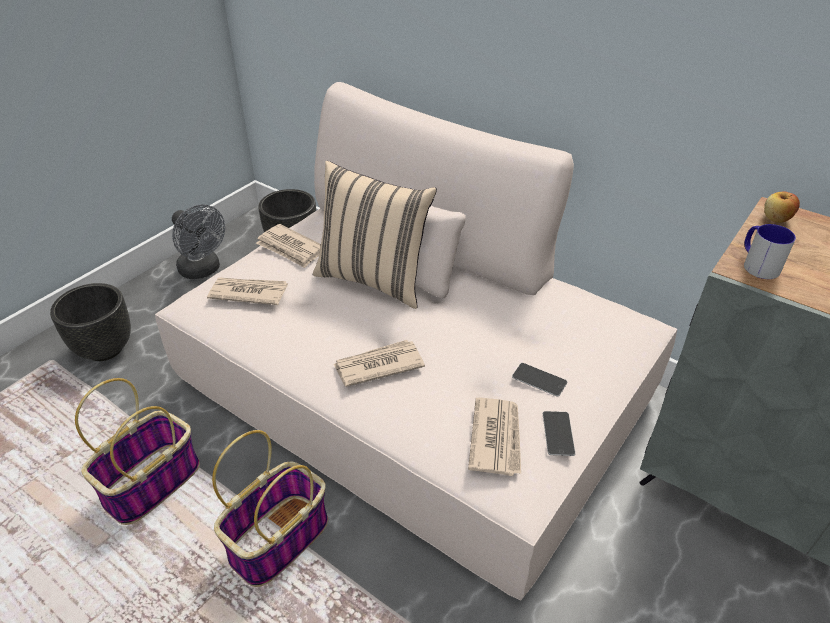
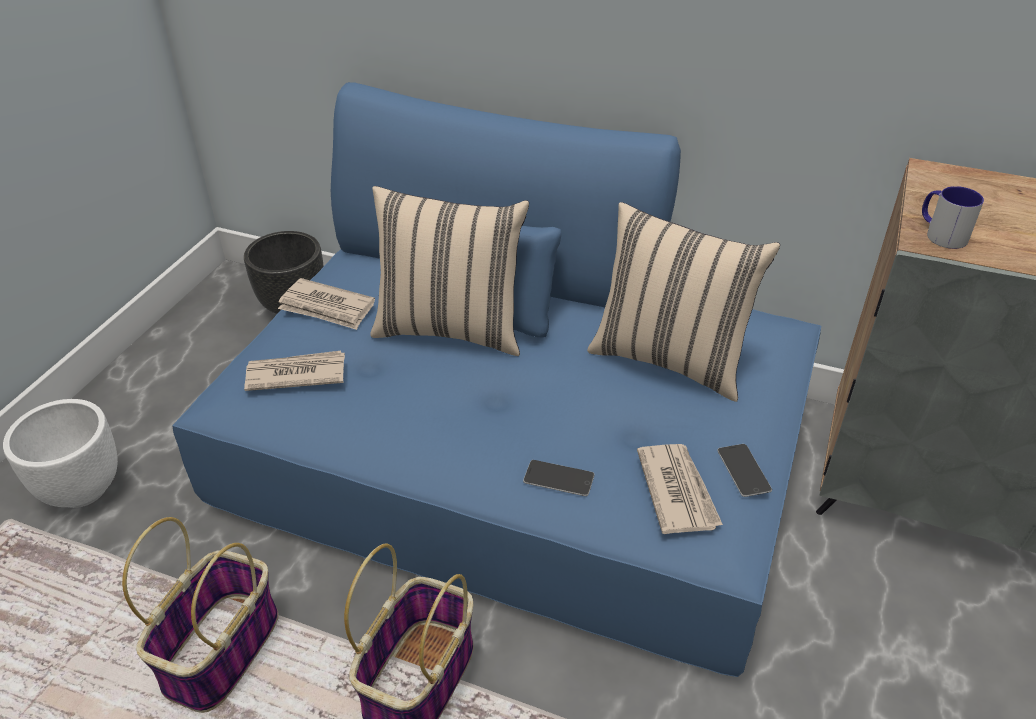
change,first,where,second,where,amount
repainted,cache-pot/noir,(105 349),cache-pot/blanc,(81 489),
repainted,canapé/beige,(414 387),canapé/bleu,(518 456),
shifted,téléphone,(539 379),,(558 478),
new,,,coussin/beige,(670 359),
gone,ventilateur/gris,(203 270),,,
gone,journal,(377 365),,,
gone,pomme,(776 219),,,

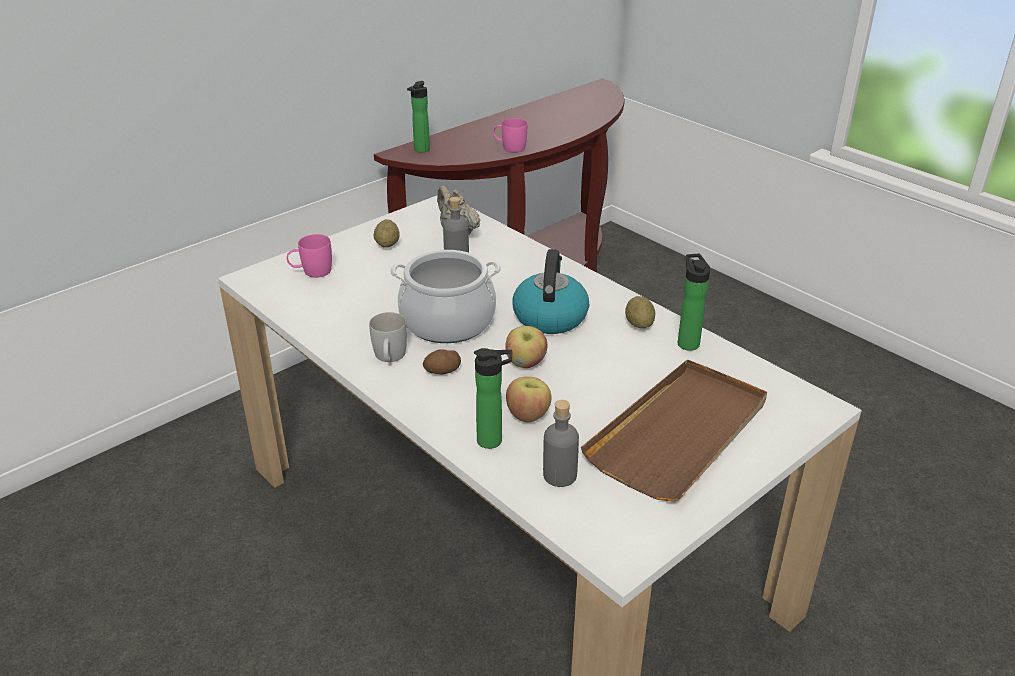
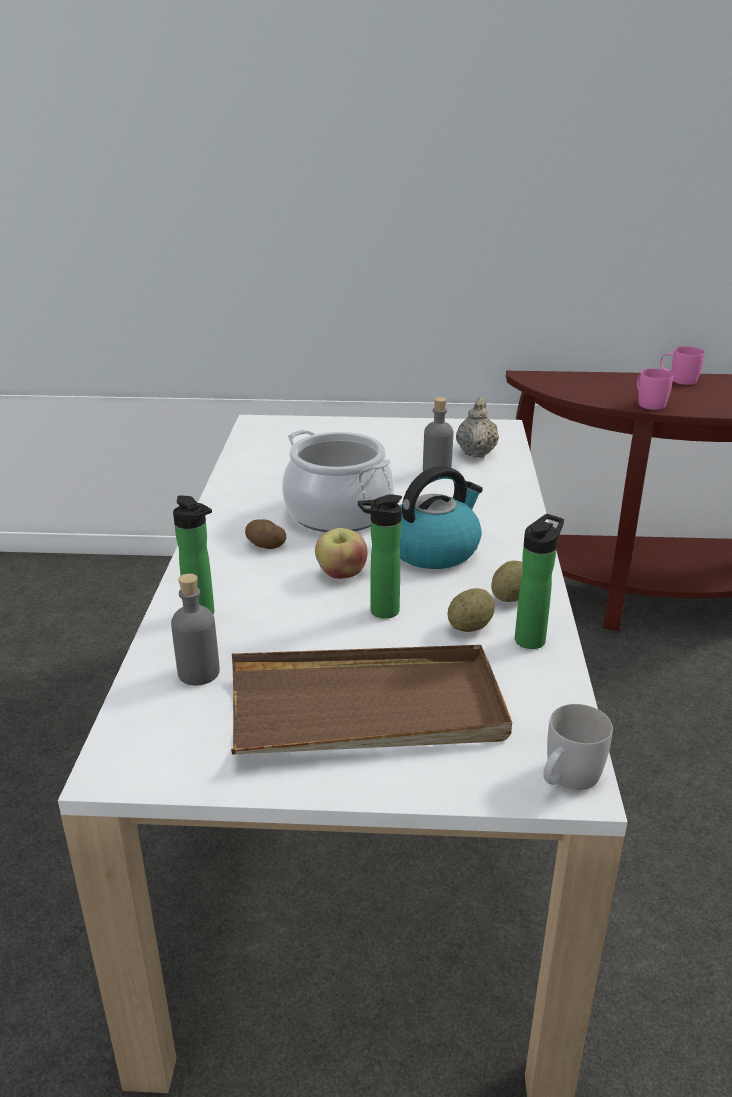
change,first,where,second,where,amount
shifted,bouteille,(420 150),,(380 612),
shifted,pomme de terre,(387 244),,(470 626),
shifted,mug/blanc,(389 358),,(567 779),
shifted,mug/rose,(311 272),,(678 379),
gone,pomme,(528 415),,,

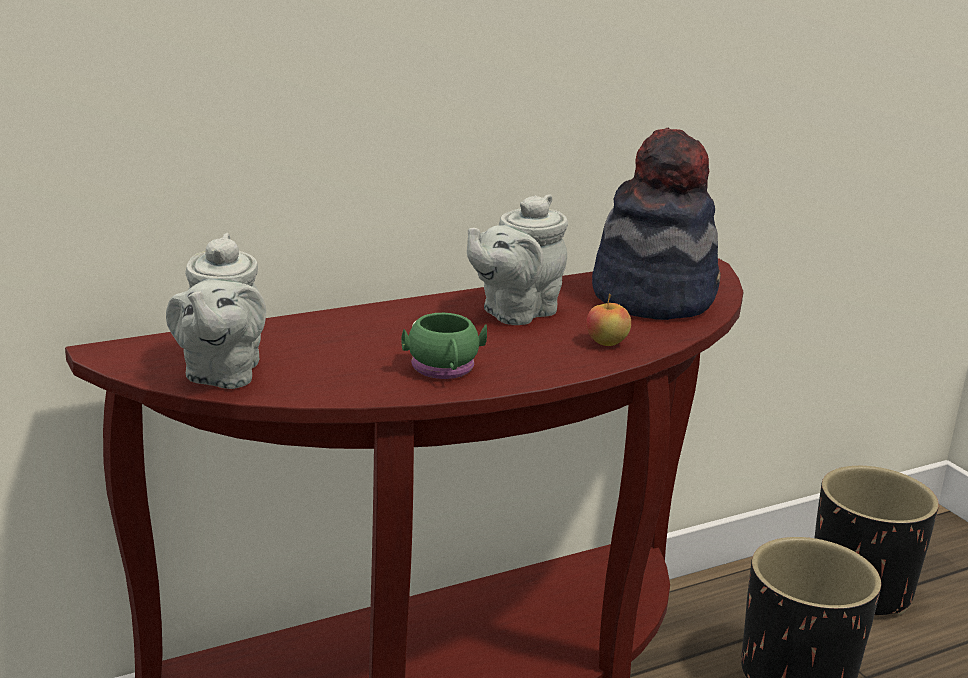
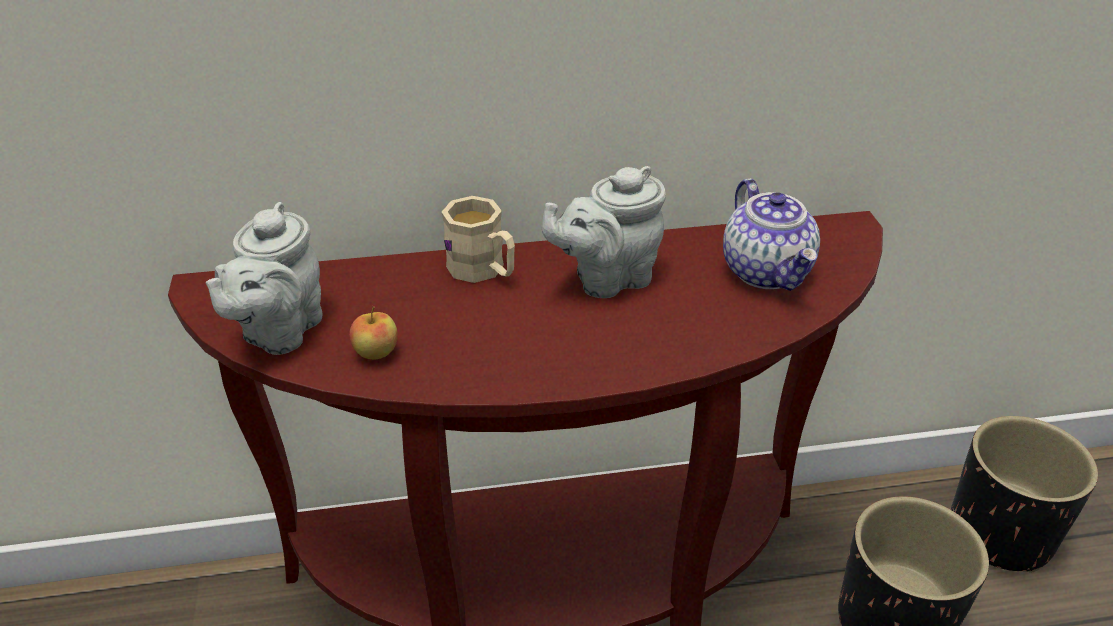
change,first,where,second,where,amount
shifted,pomme,(606 343),,(376 353),
new,,,mug/beige,(484 271),
swapped,chapeau,(653 297),théière,(768 272),
gone,mug/vert,(444 370),,,

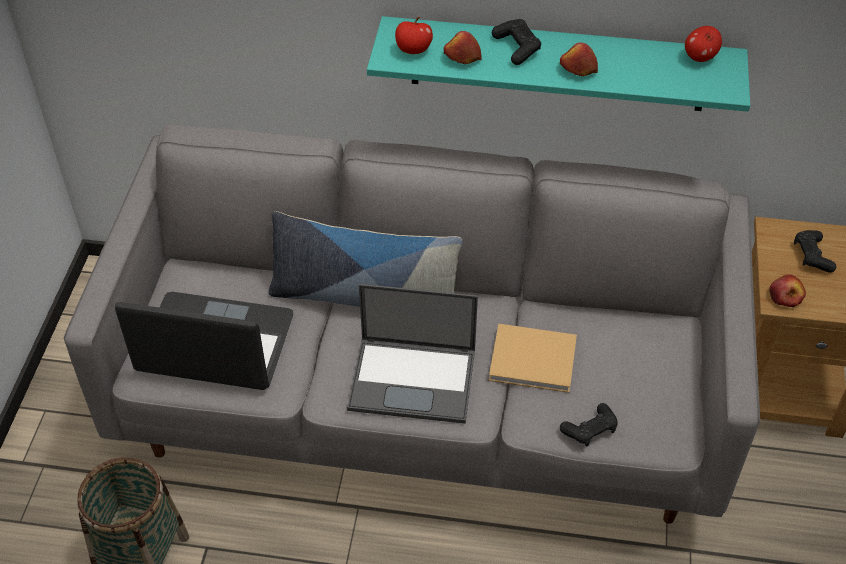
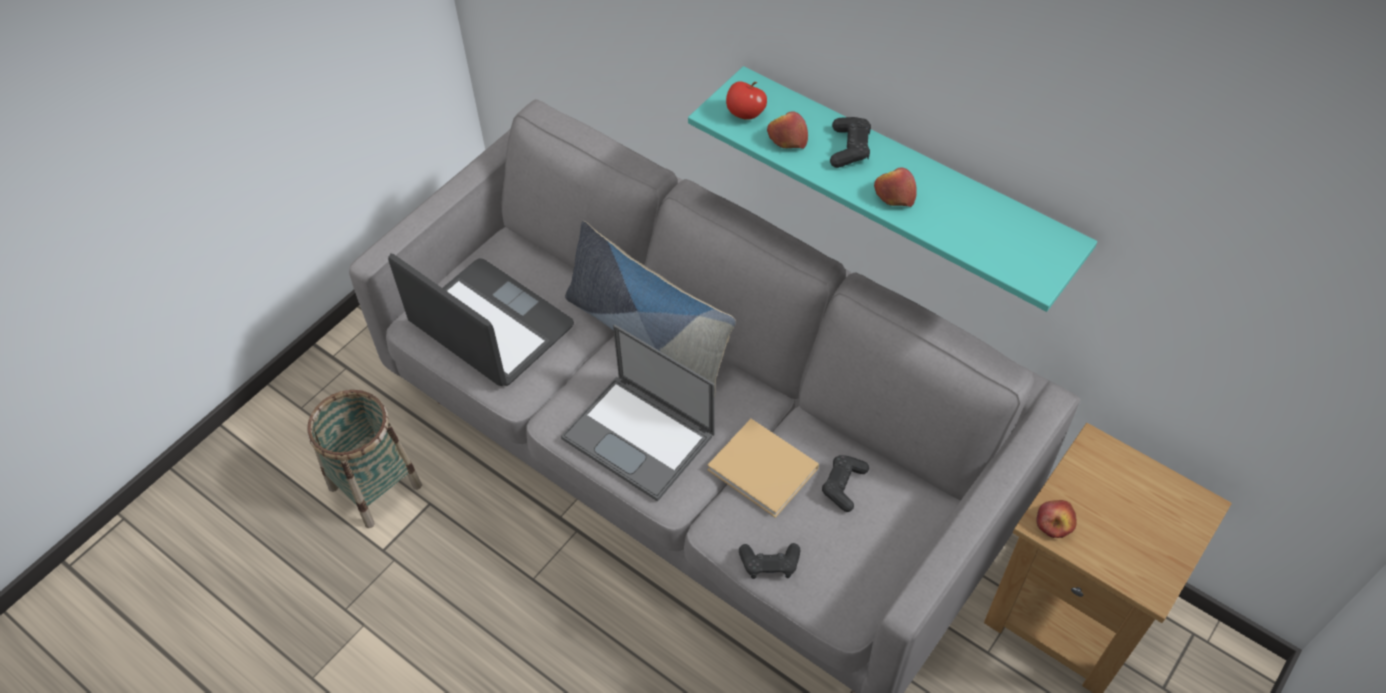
change,first,where,second,where,amount
shifted,manette/noir,(812 256),,(843 485),
gone,pomme,(699 57),,,

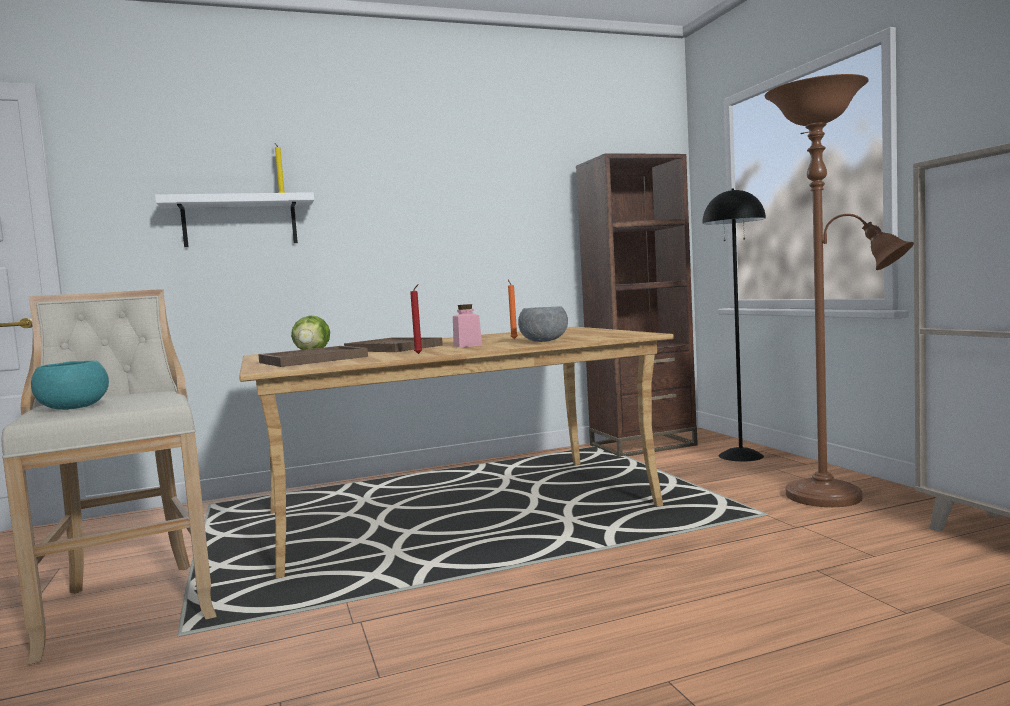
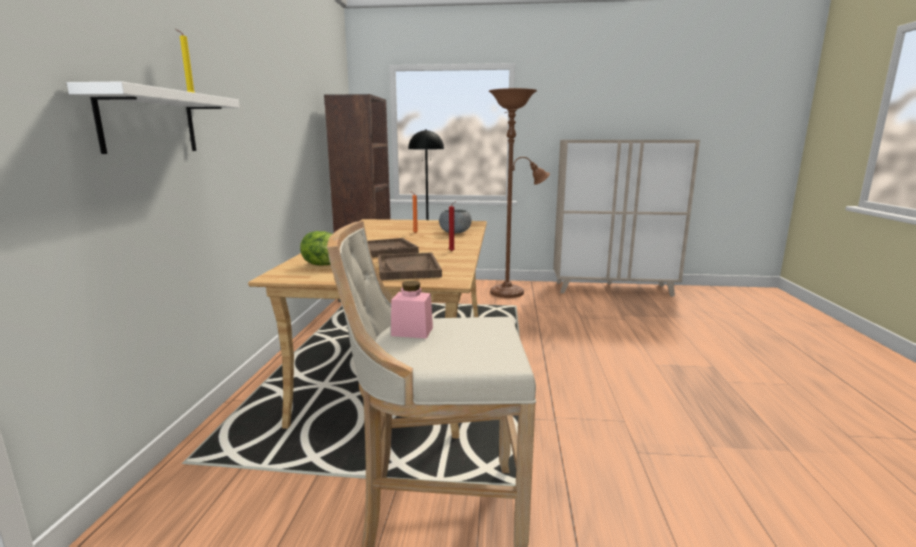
change,first,where,second,where,amount
shifted,bocal/rose,(467 345),,(412 331),
gone,bol/turquoise,(73 408),,,

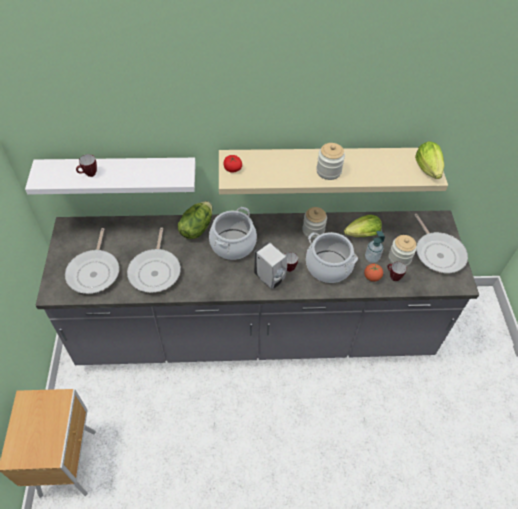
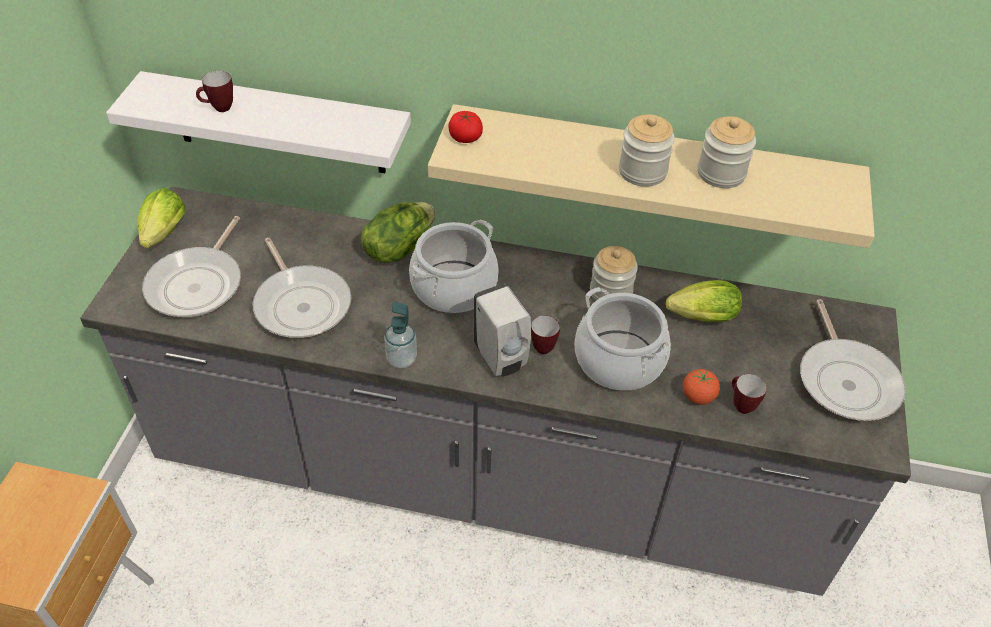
change,first,where,second,where,amount
shifted,laitue,(428 171),,(163 236),
rotated,poêle,(155 270),,(301 303),45 degrees counterclockwise
shifted,distributeur de savon,(372 258),,(401 359),
shifted,bocal,(399 258),,(721 173),

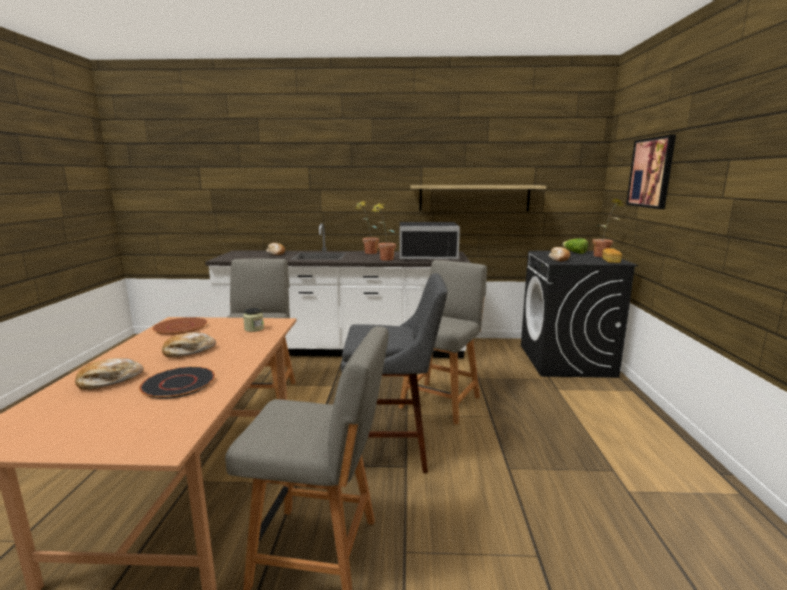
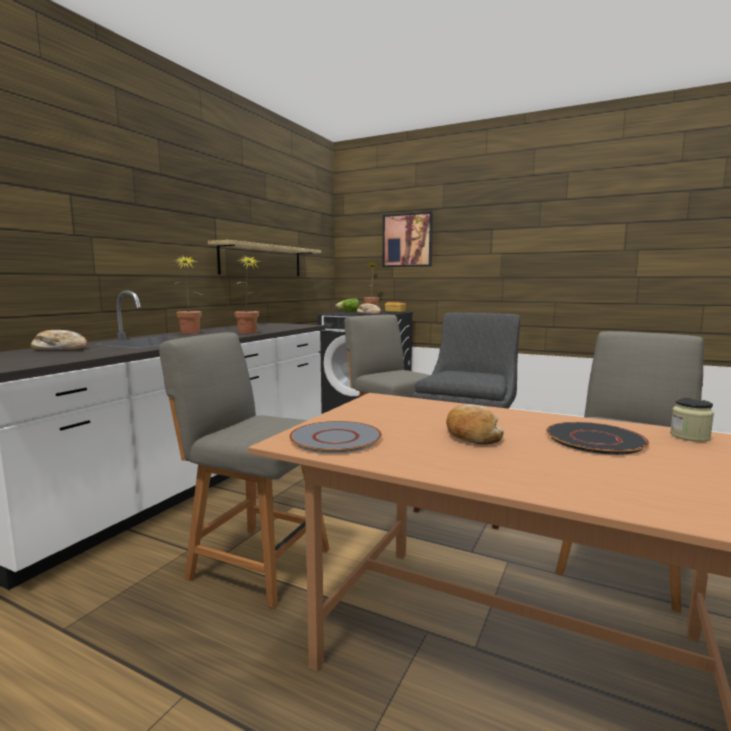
change,first,where,second,where,amount
repainted,assiette/marron,(181 327),assiette/gris,(335 438),
shifted,bocal,(254 329),,(689 436),
gone,pain,(109 381),,,
gone,micro-ondes/noir,(427 256),,,

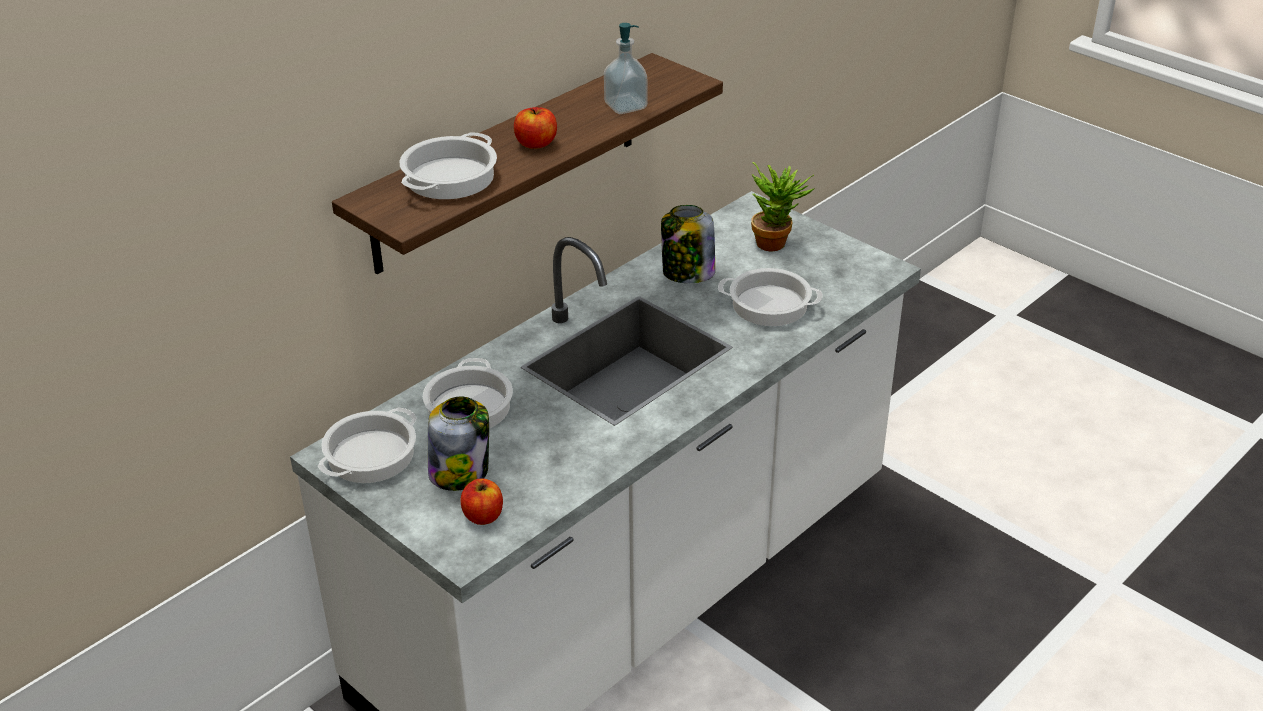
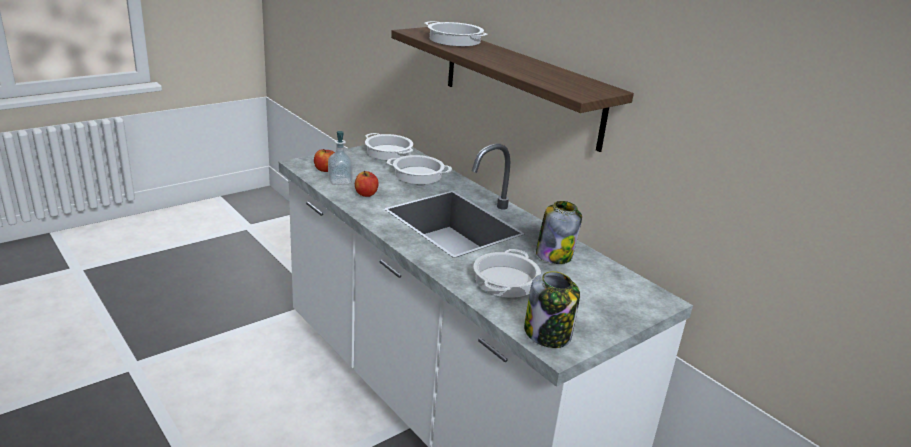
change,first,where,second,where,amount
shifted,distributeur de savon,(625 106),,(340 181),
shifted,pomme,(536 143),,(366 194),
shifted,bocal,(460 472),,(548 334),
gone,plante en pot,(776 243),,,

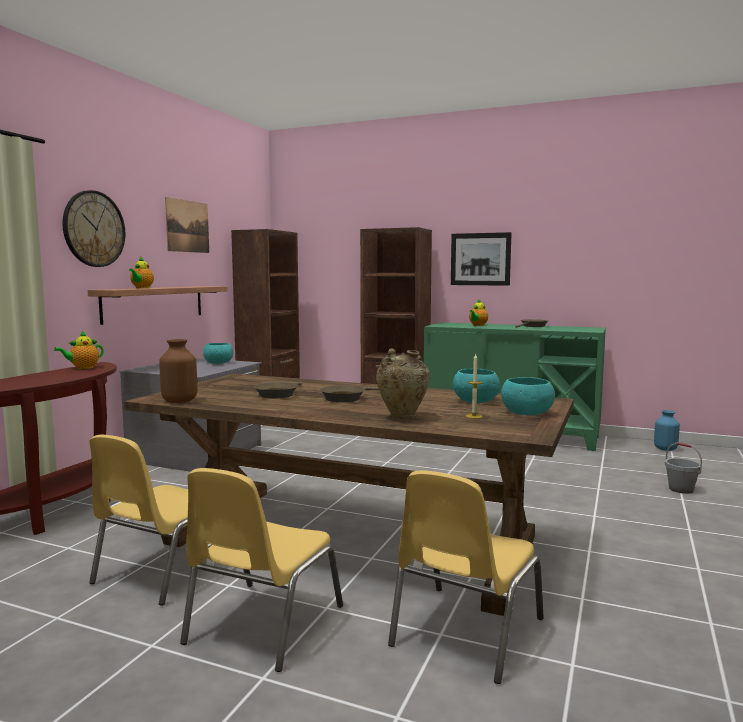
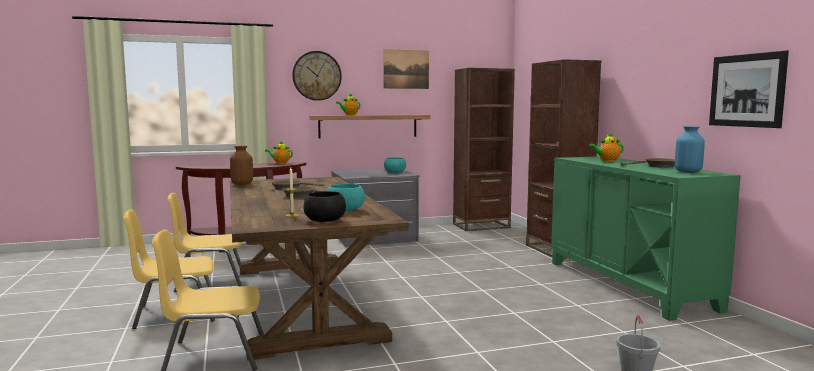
change,first,where,second,where,amount
repainted,bol/turquoise,(526 413),bol/noir,(324 220),
shifted,vase/bleu,(665 449),,(688 172),
shifted,tableau,(480 259),,(746 90),
gone,vase/beige,(402 418),,,

